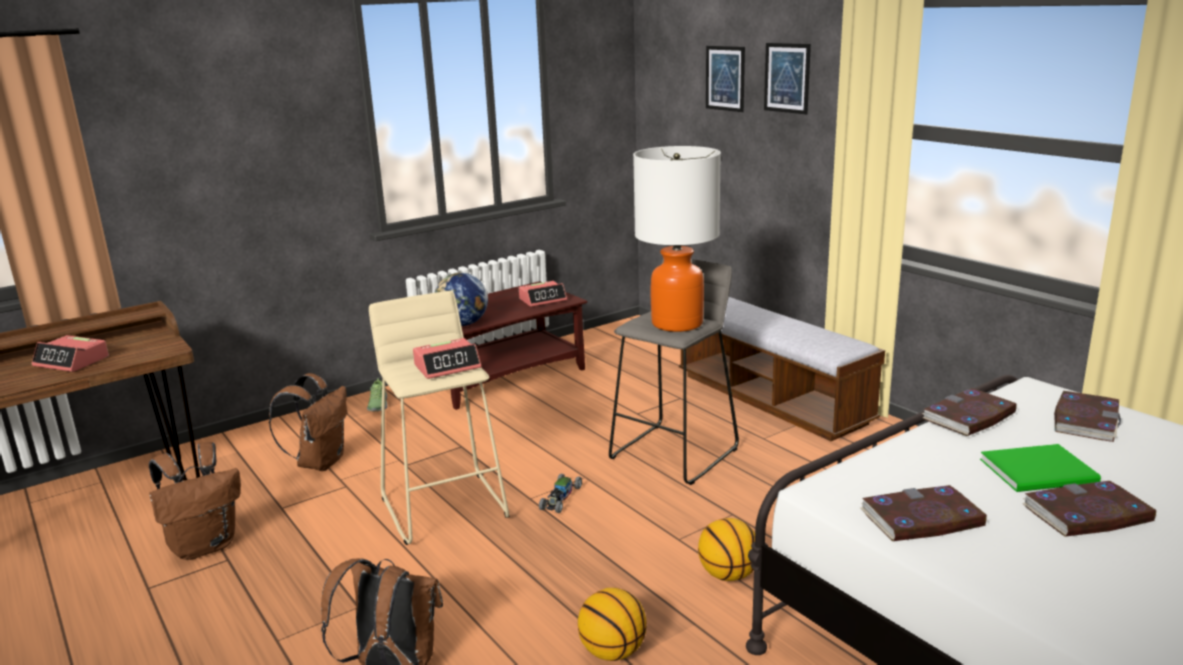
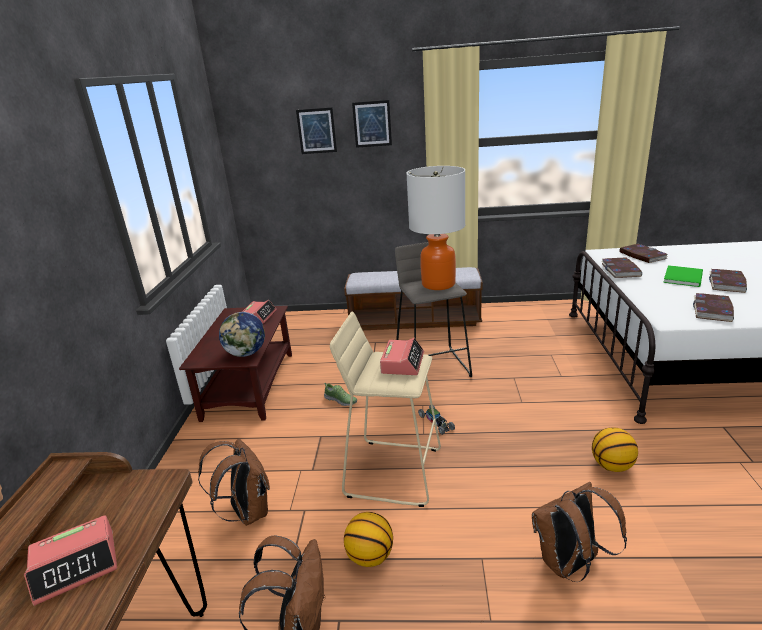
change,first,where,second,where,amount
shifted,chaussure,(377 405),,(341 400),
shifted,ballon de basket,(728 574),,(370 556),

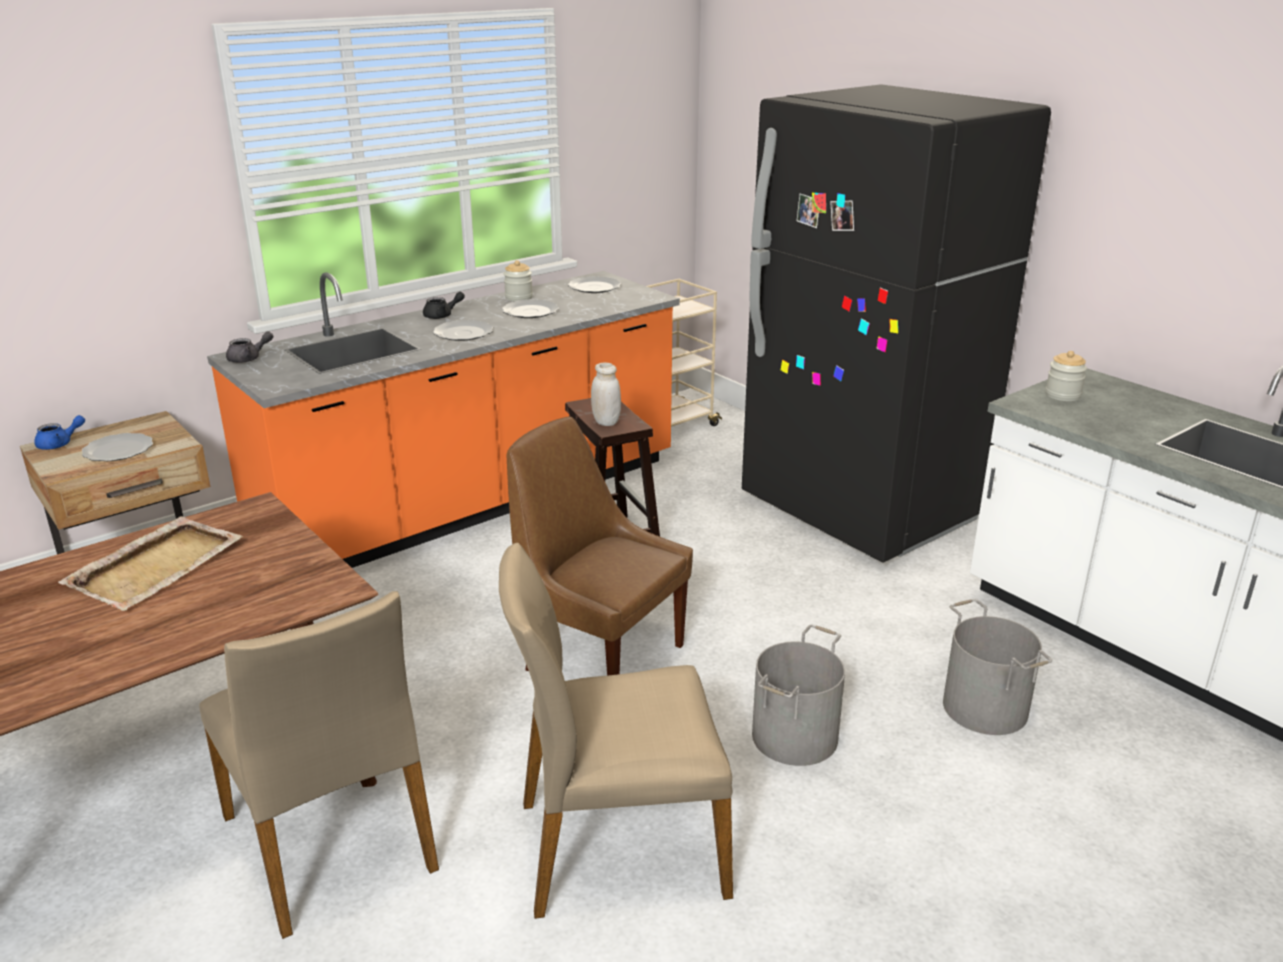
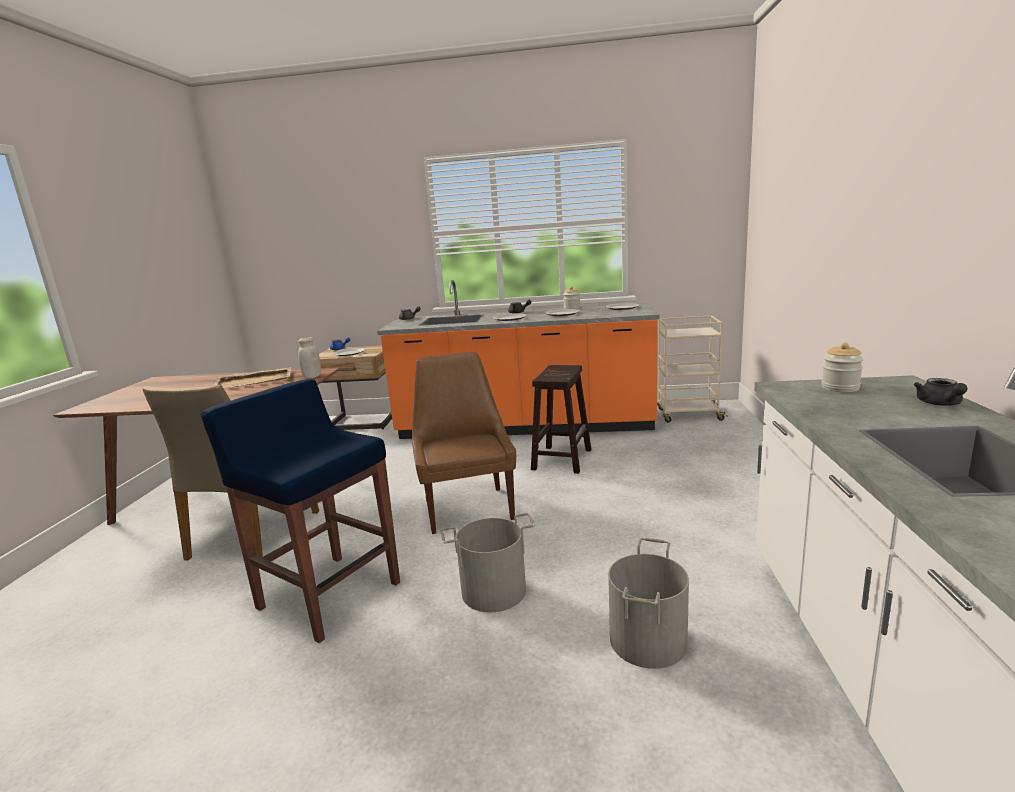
change,first,where,second,where,amount
swapped,chaise/beige,(618 845),tabouret/bleu,(328 595),
shifted,bocal/blanc,(606 422),,(312 376),
new,,,théière/noir,(940 404),
gone,réfrigérateur/noir,(860 510),,,

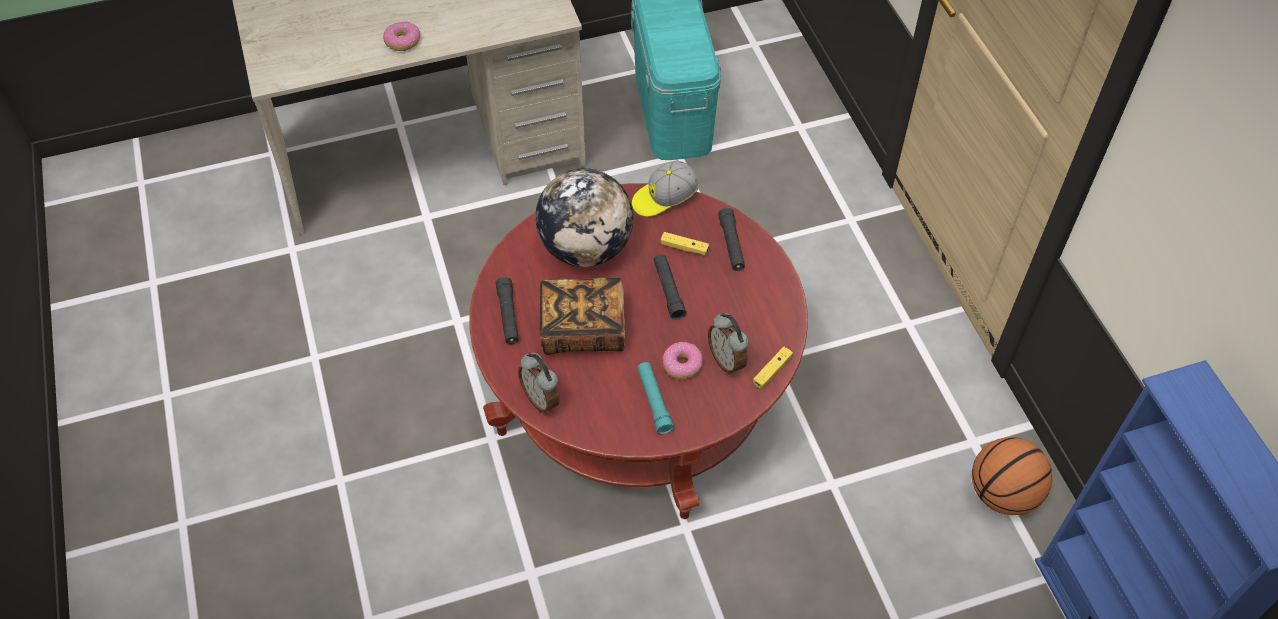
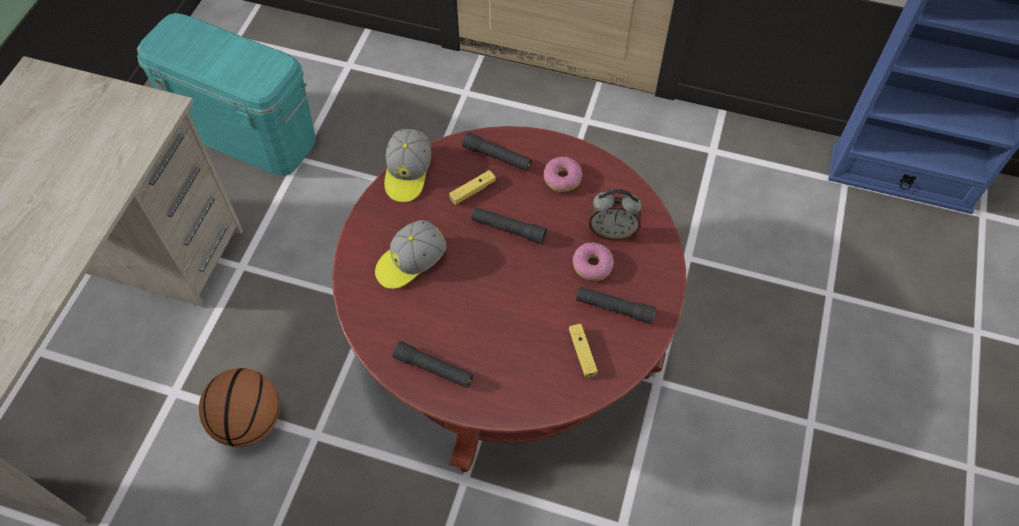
change,first,where,second,where,amount
shifted,ballon de basket,(1002 494),,(249 421),
swapped,globe,(586 248),casquette,(410 262),
shifted,beignet,(403 41),,(562 178),
shifted,manette/jaune,(772 371),,(582 353),
repainted,lampe de poche/turquoise,(654 401),lampe de poche/noir,(614 308),
gone,réveil,(542 399),,,
gone,livre,(583 329),,,

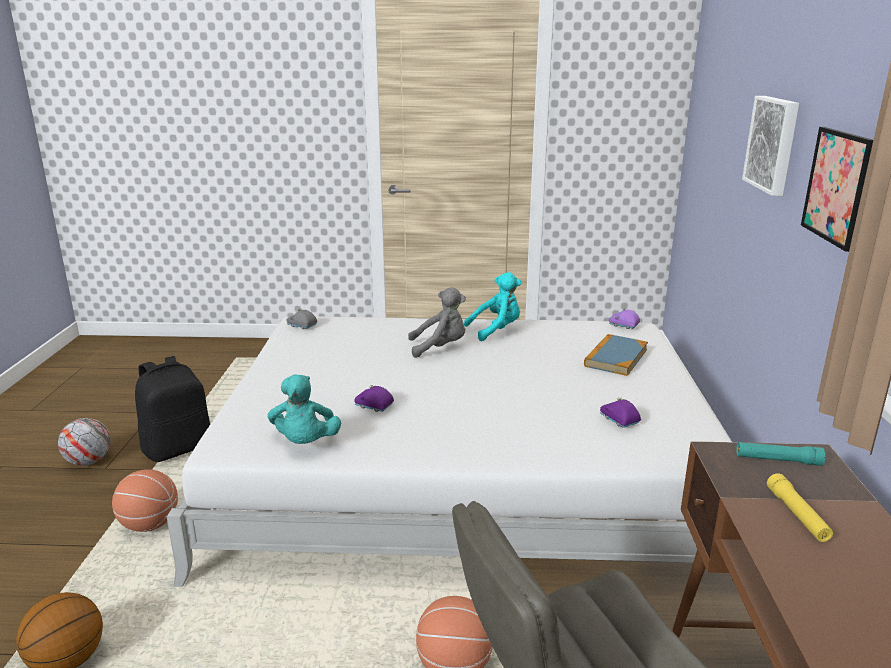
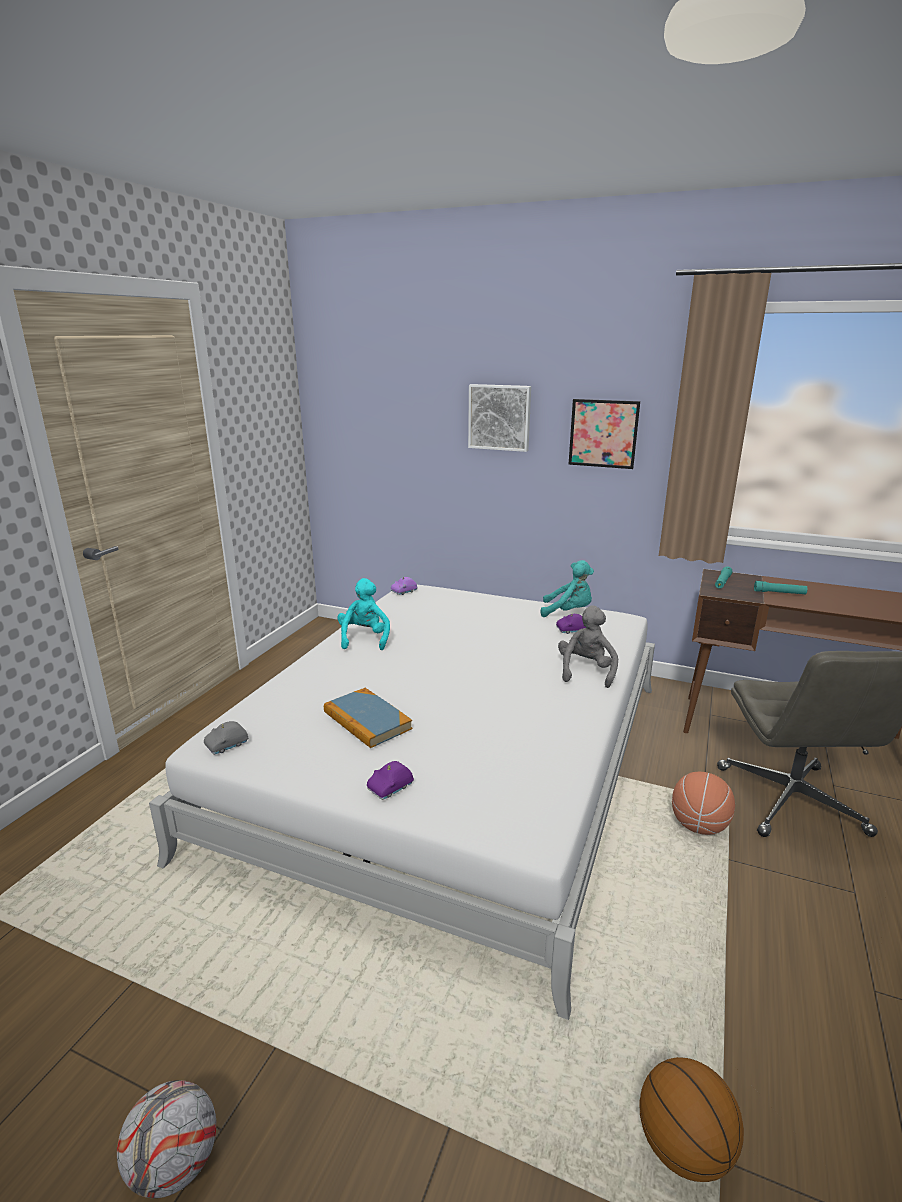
change,first,where,second,where,amount
shifted,livre,(615 358),,(367 720),
shifted,petite voiture/violet,(374 406),,(391 788),
shifted,peluche/turquoise,(305 443),,(568 612),
shifted,peluche/gris,(440 348),,(586 671),
repainted,lampe de poche/jaune,(797 515),lampe de poche/turquoise,(779 593),
gone,ballon de basket,(149 524),,,
gone,sac à dos/noir,(178 448),,,

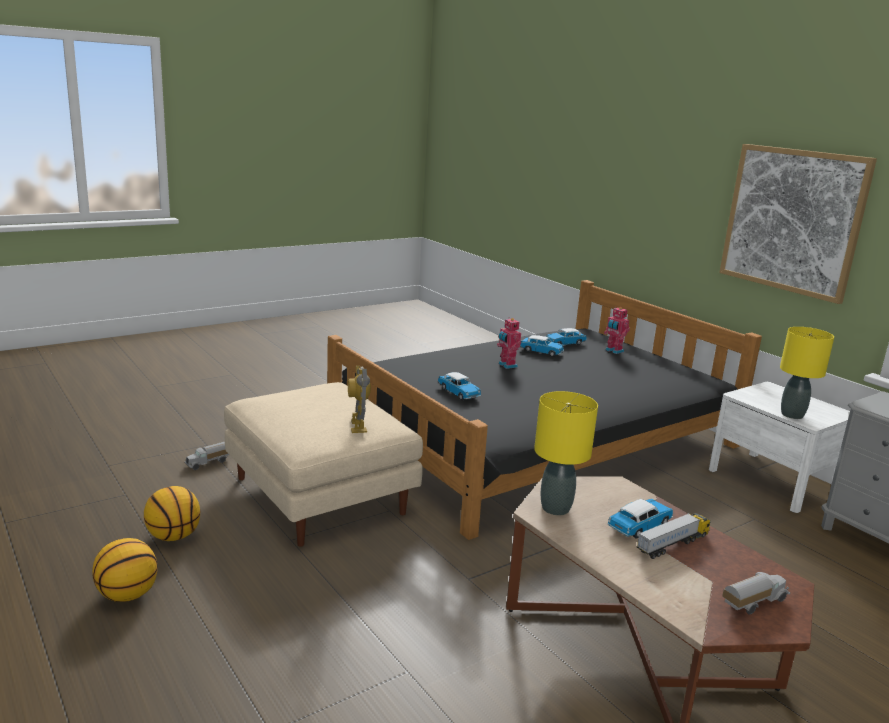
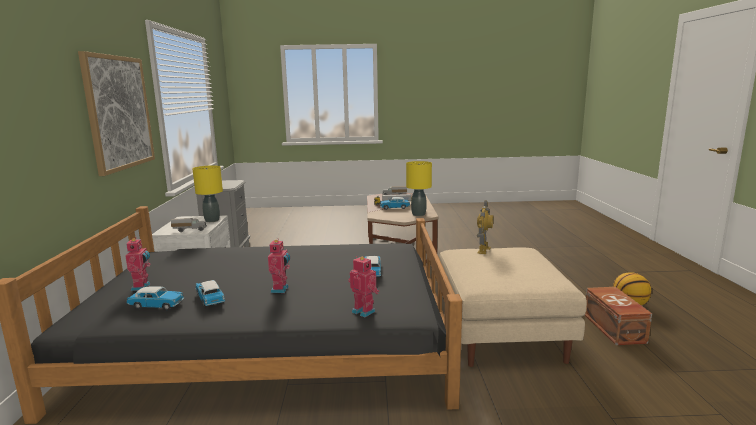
change,first,where,second,where,amount
shifted,camion jouet,(210 463),,(189 230),
new,,,robot jouet,(364 311),
swapped,ballon de basket,(174 536),boîte de rangement/marron,(613 328),

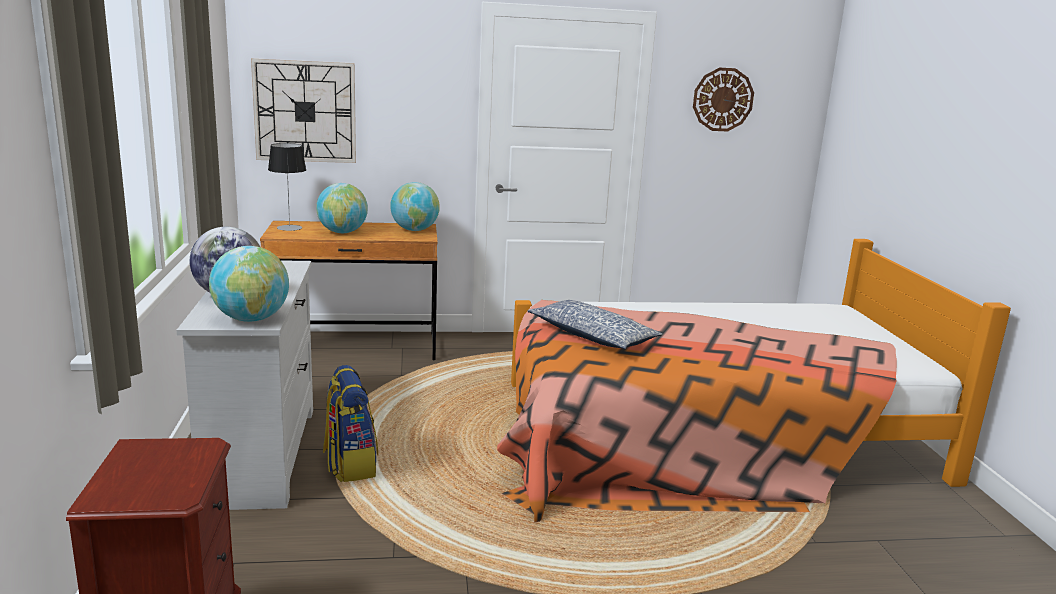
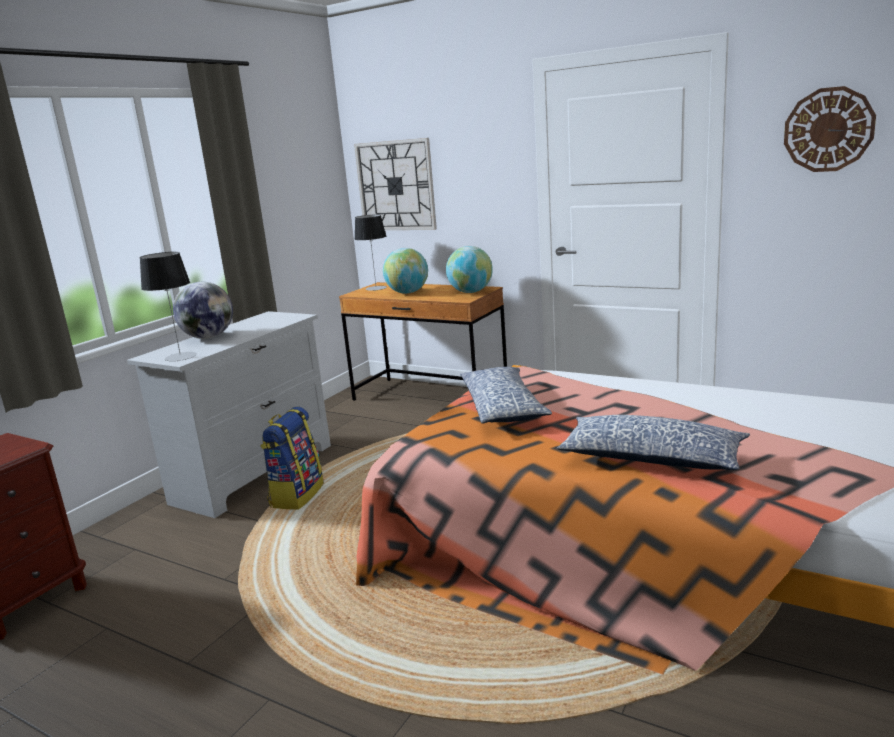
change,first,where,second,where,amount
swapped,globe,(251 319),lampe de table,(180 357),
new,,,coussin,(651 459),

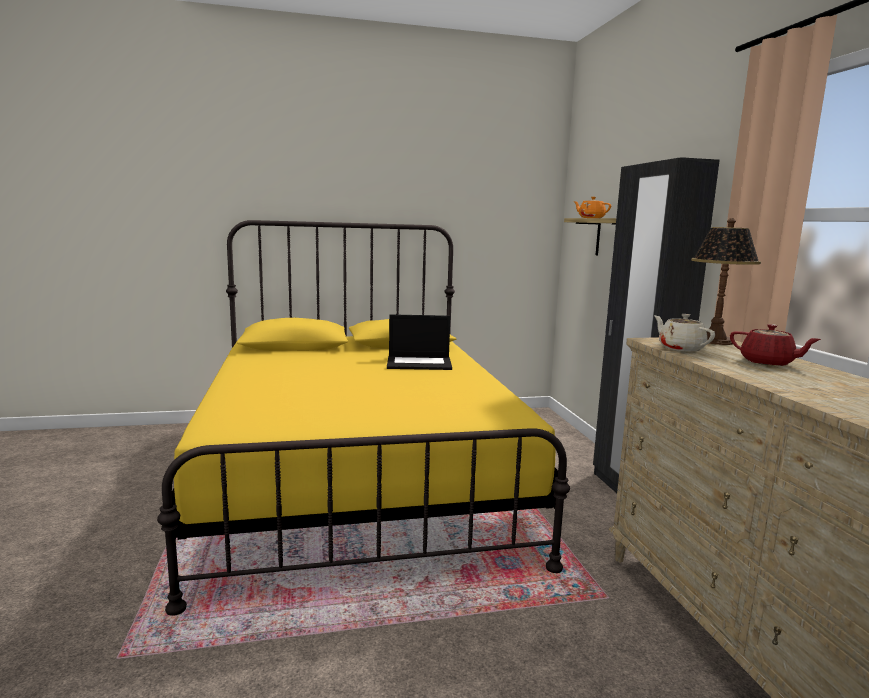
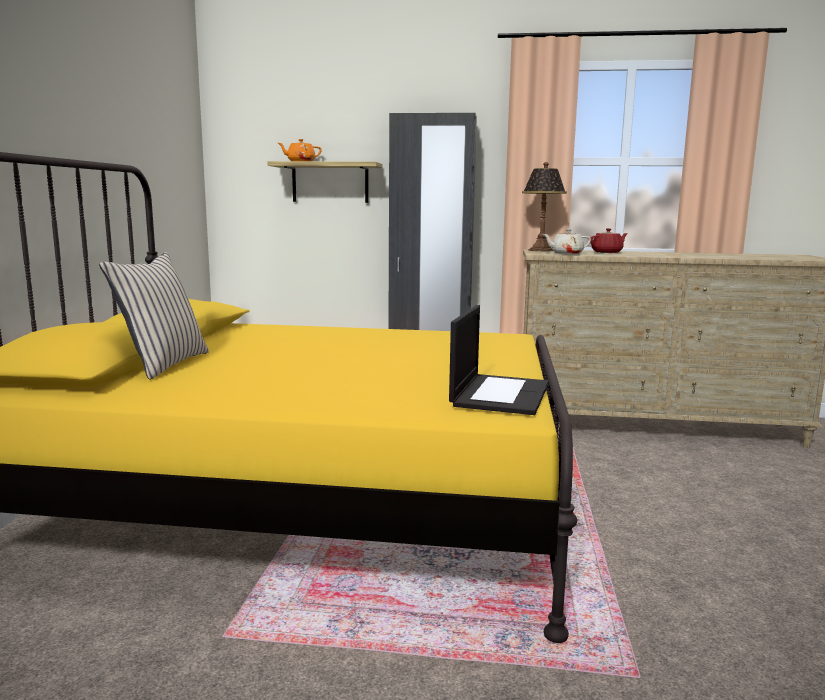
change,first,where,second,where,amount
new,,,coussin/beige,(163 364),
shifted,ordinateur portable,(420 363),,(500 394),

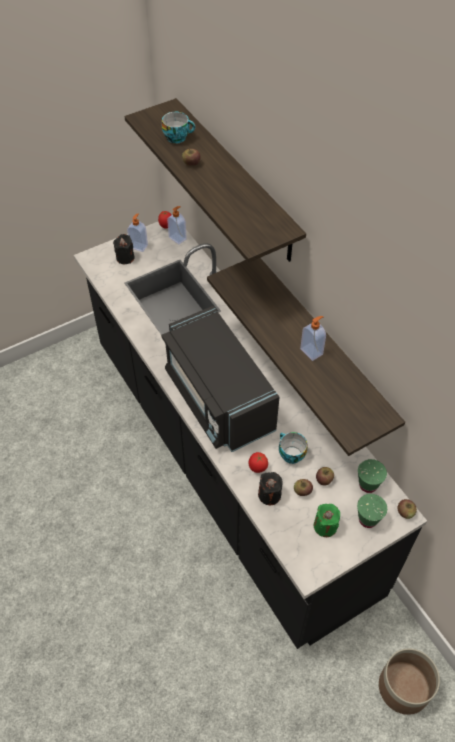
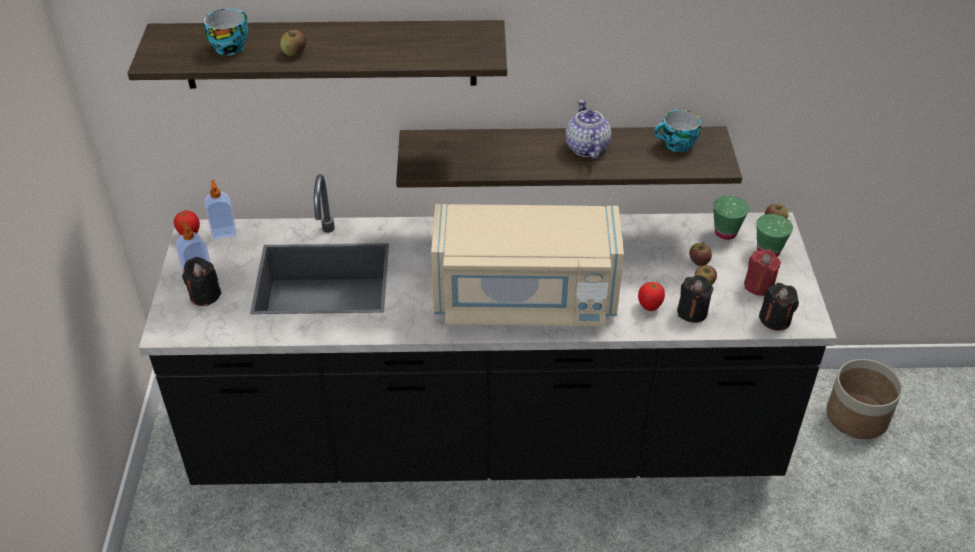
change,first,where,second,where,amount
repainted,micro-ondes/noir,(218 398),micro-ondes/beige,(524 299),
swapped,distributeur de savon,(312 351),théière,(586 148),
shifted,tasse,(290 454),,(676 145),
repainted,bougie/vert,(325 526),bougie/rouge,(758 285),
new,,,bougie/noir,(775 319),

